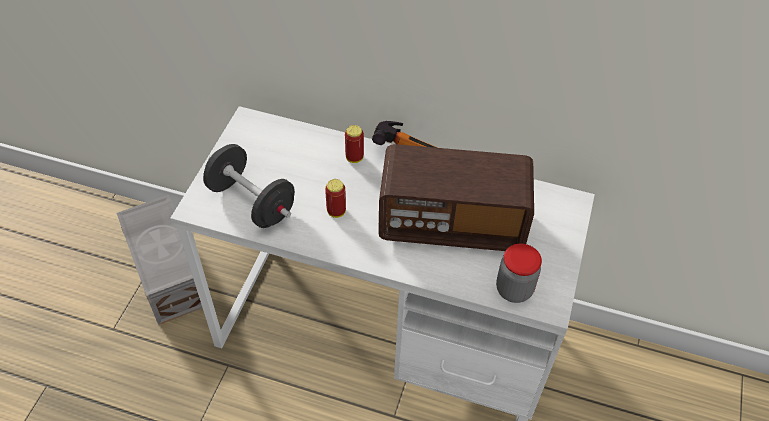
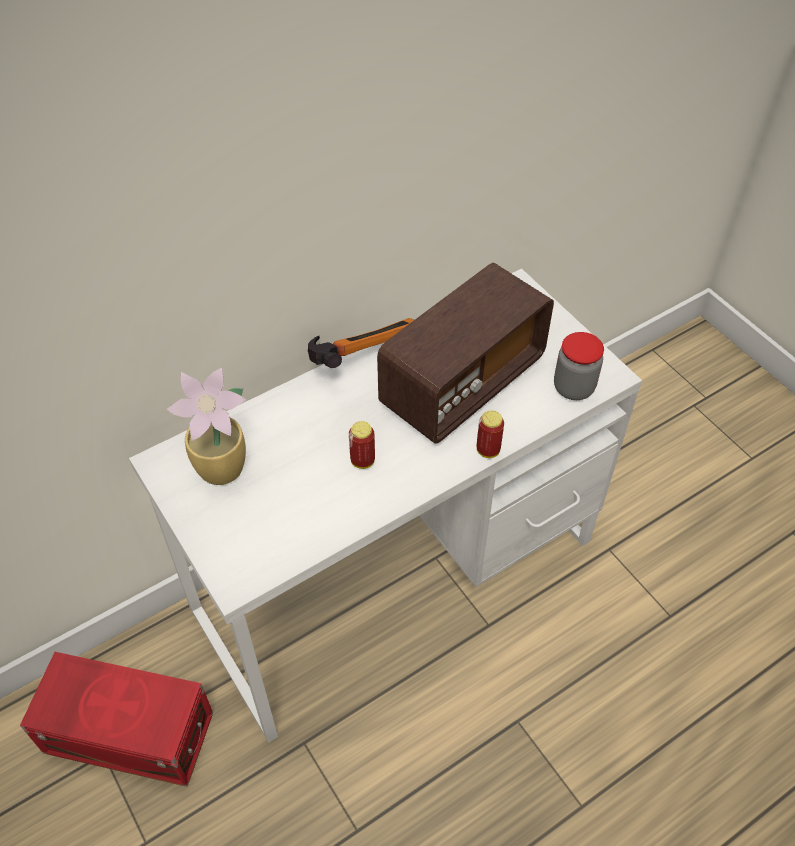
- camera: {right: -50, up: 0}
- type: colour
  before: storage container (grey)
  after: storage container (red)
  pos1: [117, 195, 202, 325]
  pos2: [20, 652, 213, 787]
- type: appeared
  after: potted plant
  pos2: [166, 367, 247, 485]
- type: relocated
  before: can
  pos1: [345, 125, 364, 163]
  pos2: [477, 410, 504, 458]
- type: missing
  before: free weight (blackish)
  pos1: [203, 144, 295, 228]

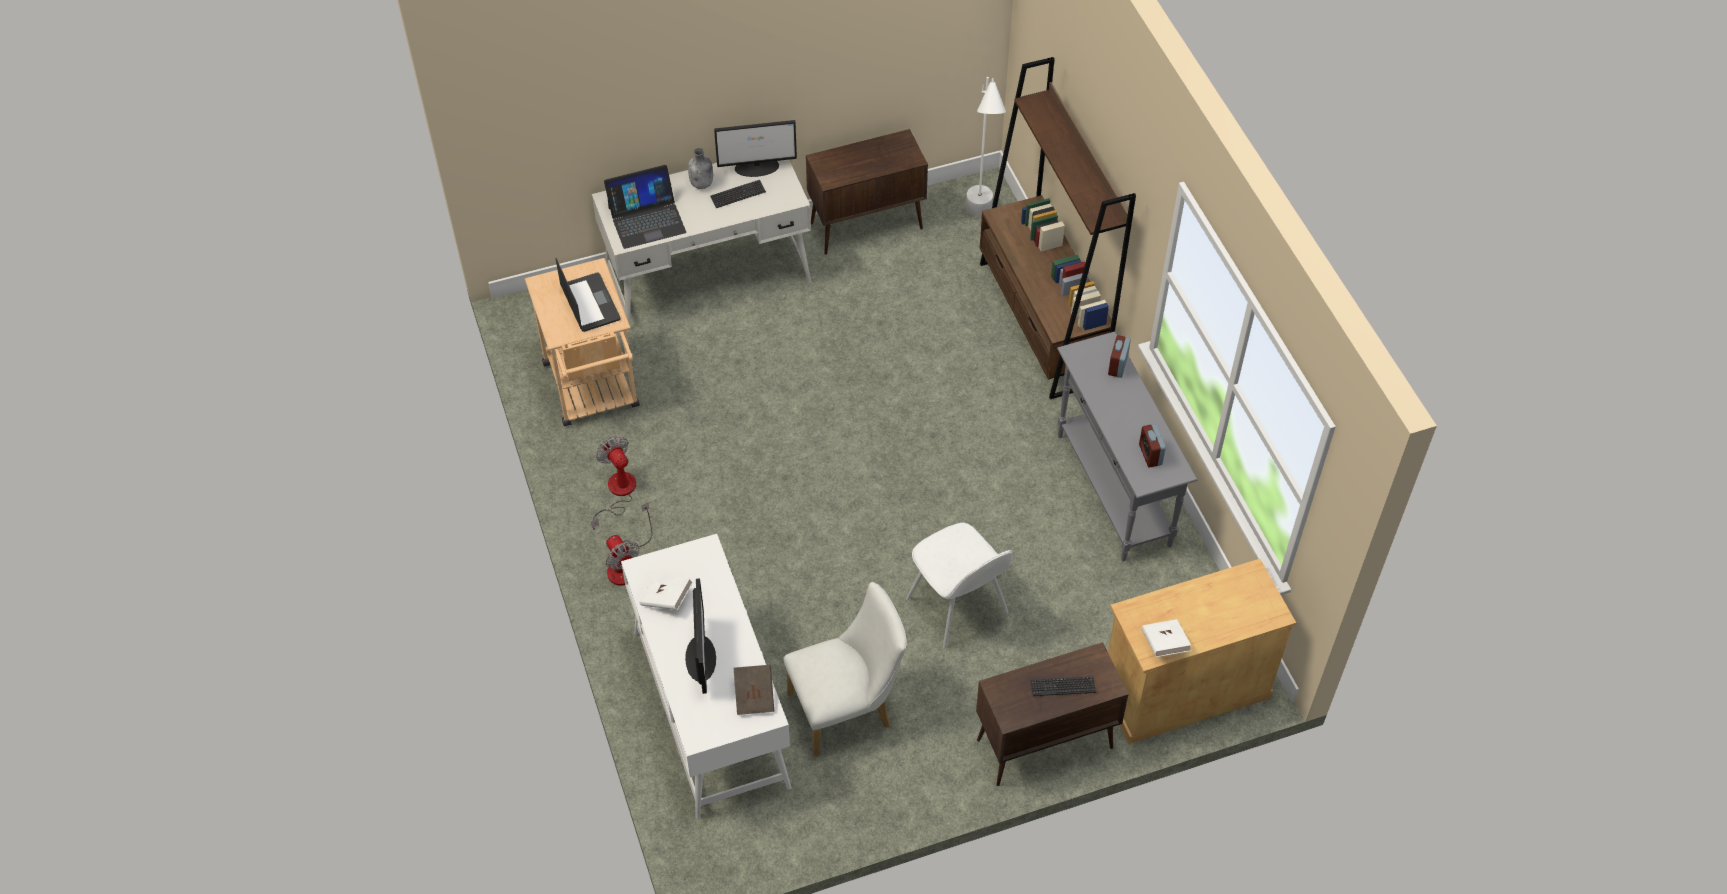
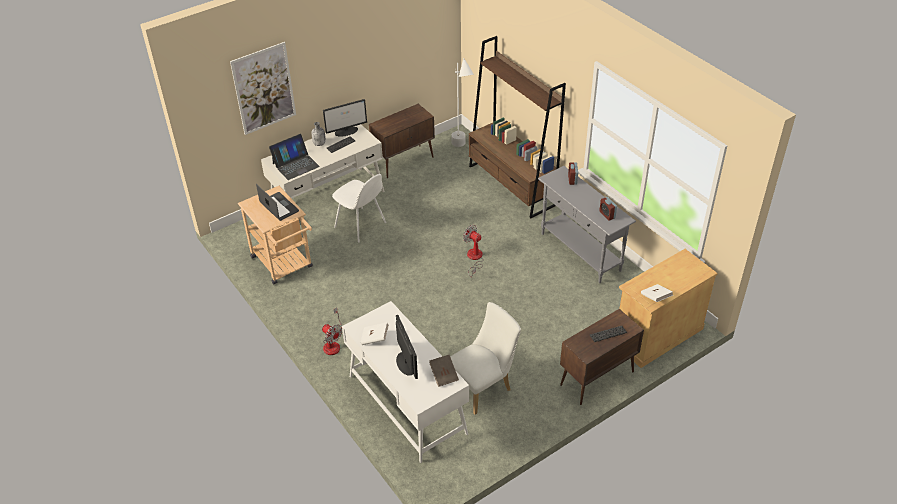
- camera: {right: -15, up: -10}
- type: appeared
  after: wall art
  pos2: [230, 42, 296, 135]
- type: relocated
  before: chair (white-coloured)
  pos1: [906, 523, 1013, 648]
  pos2: [332, 174, 386, 243]
- type: relocated
  before: cooling fan
  pos1: [591, 436, 636, 530]
  pos2: [463, 225, 484, 277]

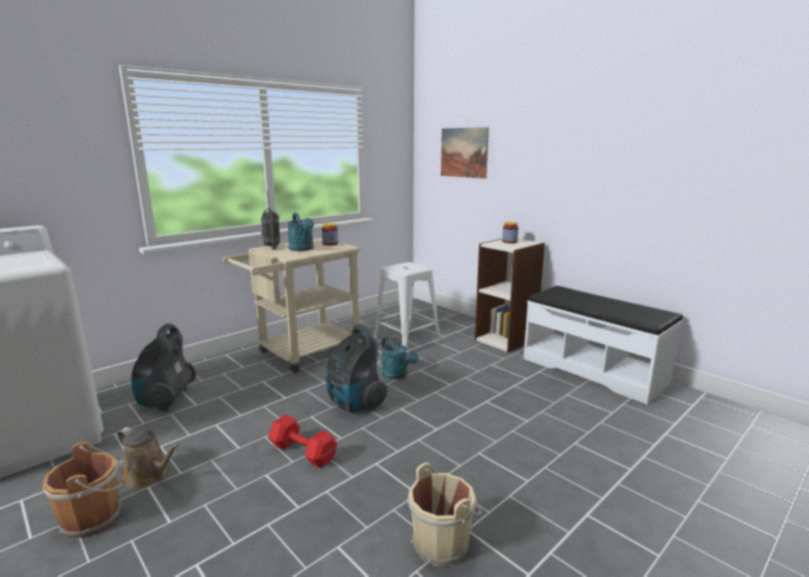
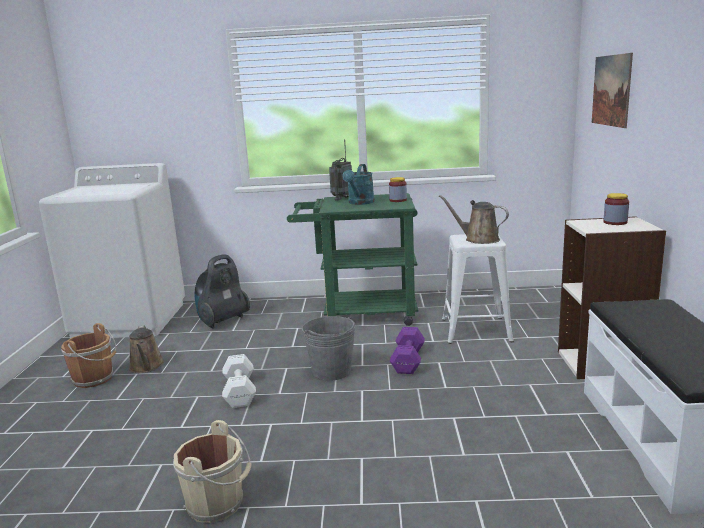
- camera: {right: 45, up: 0}
- type: colour
  before: free weight (red)
  after: free weight (white-coloured)
  pos1: [268, 415, 337, 468]
  pos2: [222, 354, 256, 408]
- type: colour
  before: wheeled cart (sand-coloured)
  after: wheeled cart (green)
  pos1: [223, 238, 361, 373]
  pos2: [287, 193, 418, 326]
- type: exchanged
  before: vacuum
  after: bucket (grey)
  pos1: [326, 325, 387, 413]
  pos2: [302, 316, 356, 381]
- type: exchanged
  before: watering can (turquoise-coloured)
  after: free weight (purplish)
  pos1: [382, 337, 419, 380]
  pos2: [390, 327, 425, 374]
- type: appeared
  after: watering can (brown-coloured)
  pos2: [439, 195, 509, 244]

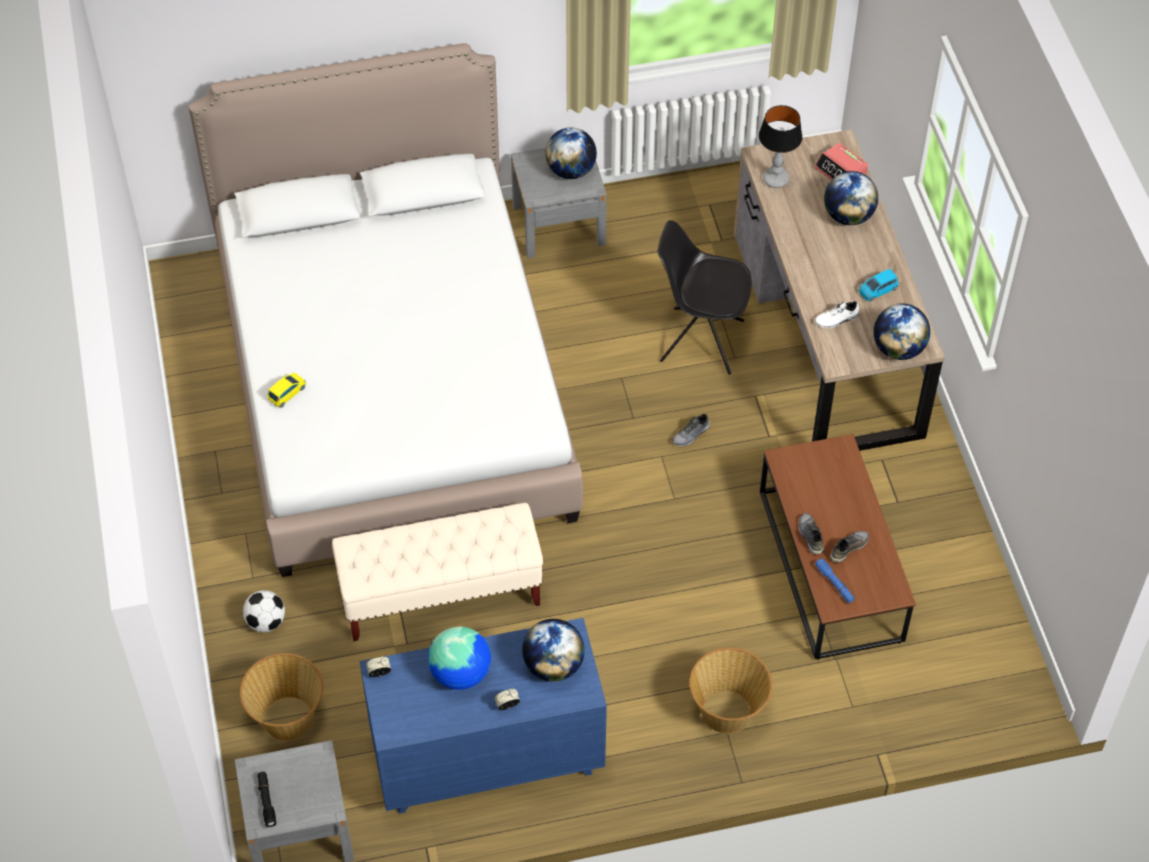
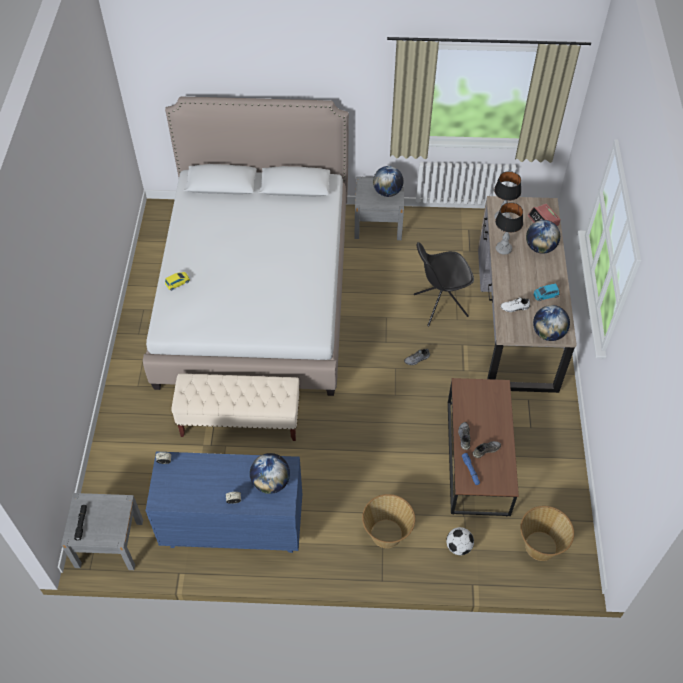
- camera: {right: 15, up: 0}
- type: spun
  before: chair (blackish)
  pos1: [657, 220, 751, 375]
  pos2: [414, 242, 474, 326]
  turn: -45
- type: relocated
  before: football ball
  pos1: [243, 590, 285, 632]
  pos2: [446, 527, 474, 555]
- type: appeared
  after: lamp for a table
  pos2: [495, 202, 523, 255]
- type: relocated
  before: storage basket
  pos1: [240, 653, 323, 741]
  pos2: [520, 506, 574, 561]
- type: missing
  before: world globe
  pos1: [428, 627, 491, 690]

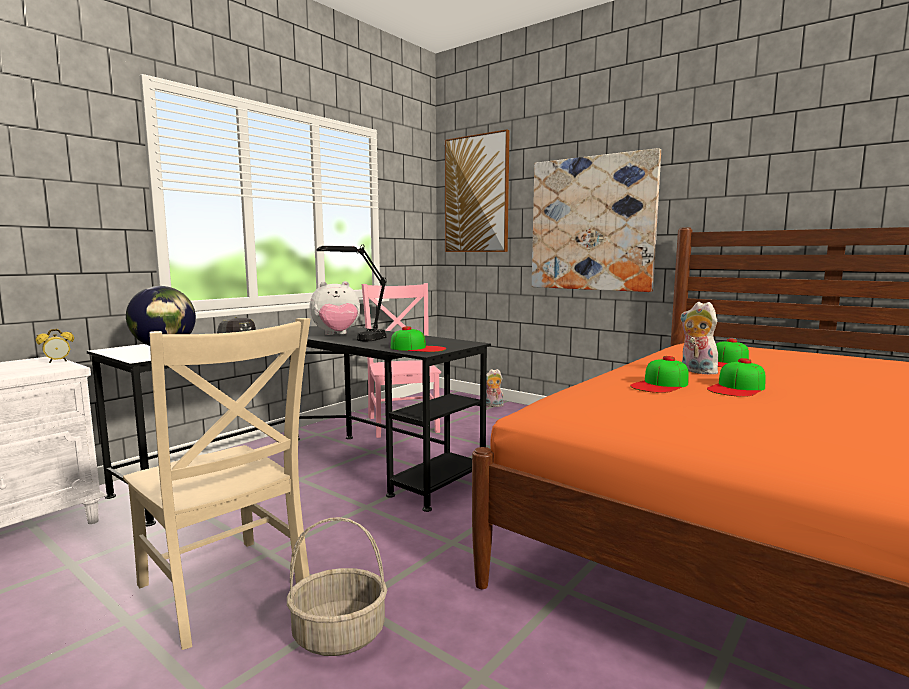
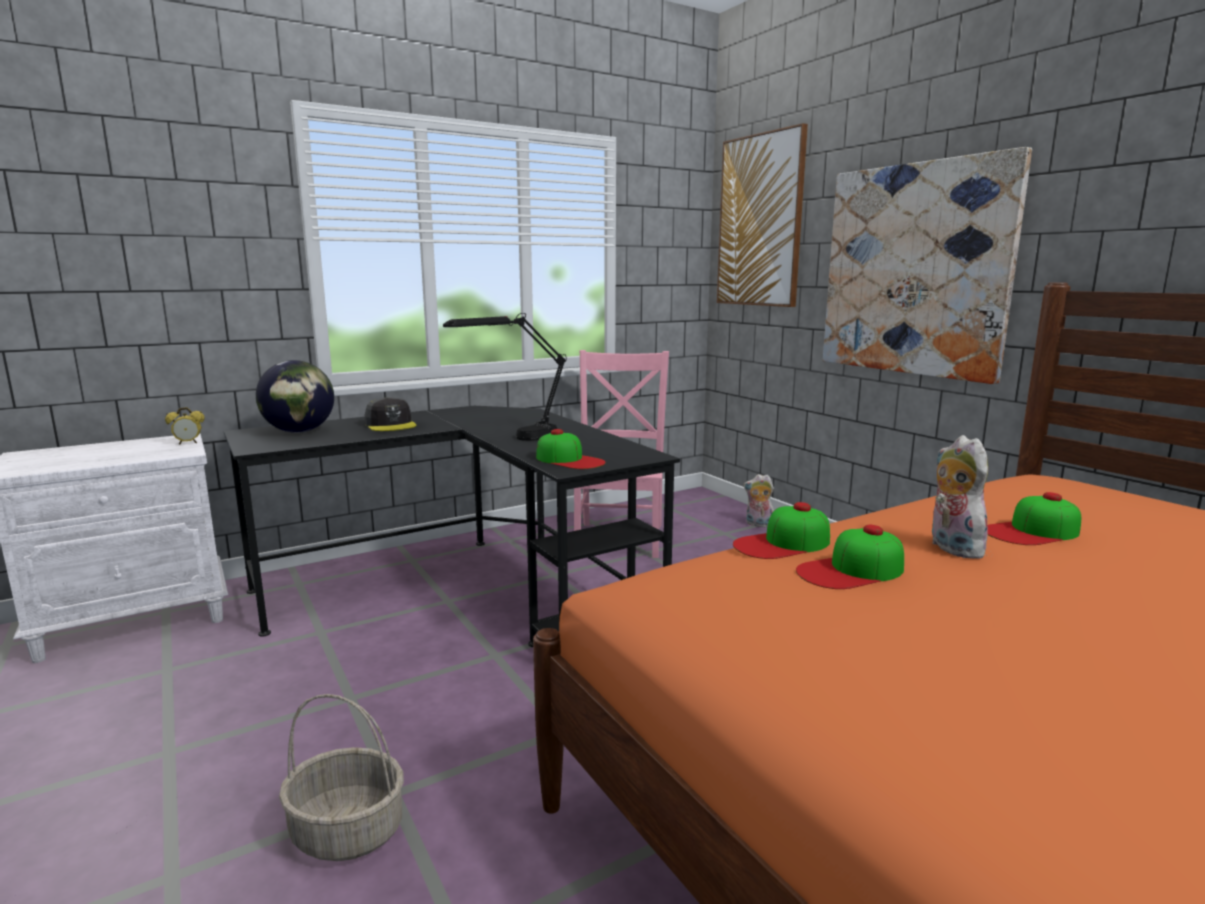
- camera: {right: 20, up: 5}
- type: relocated
  before: cap
  pos1: [707, 358, 765, 397]
  pos2: [733, 502, 830, 559]
- type: missing
  before: chair (sand-coloured)
  pos1: [123, 318, 310, 650]
- type: missing
  before: soft toy
  pos1: [310, 281, 360, 335]

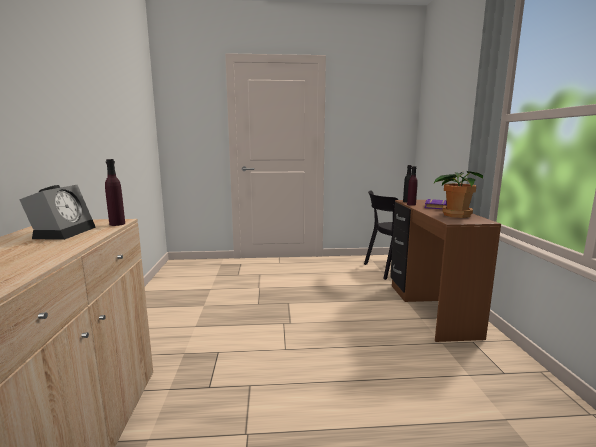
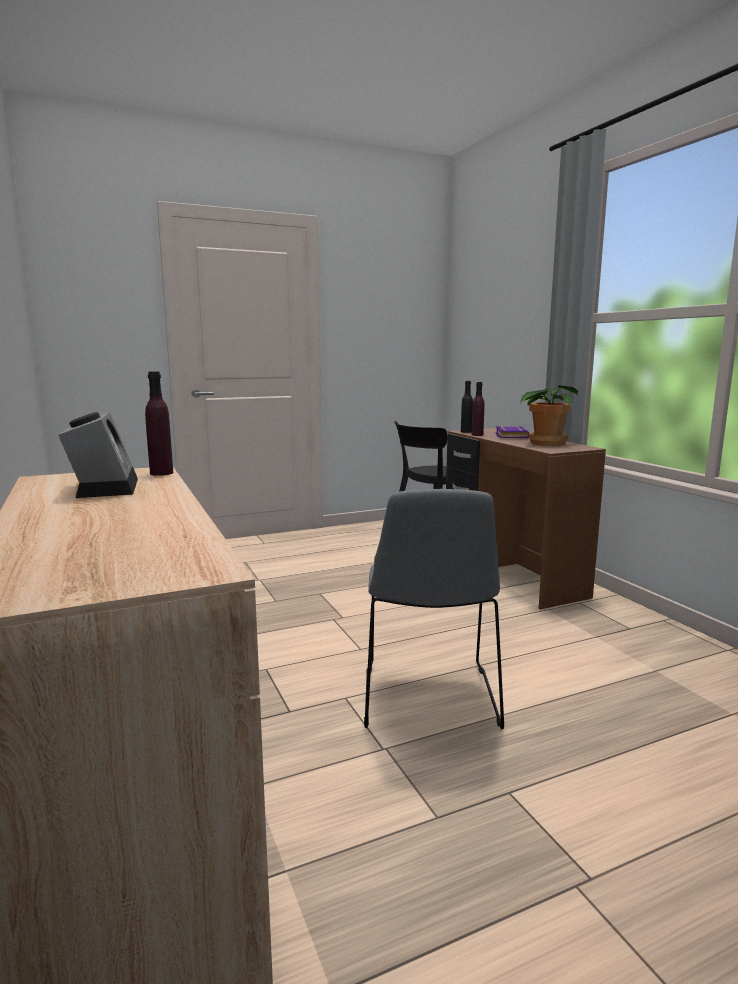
- camera: {right: -20, up: 0}
- type: appeared
  after: chair (grey)
  pos2: [364, 489, 504, 729]

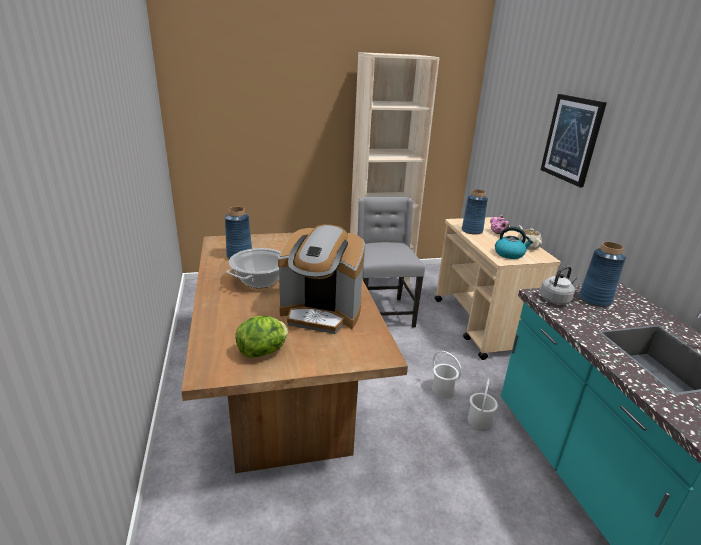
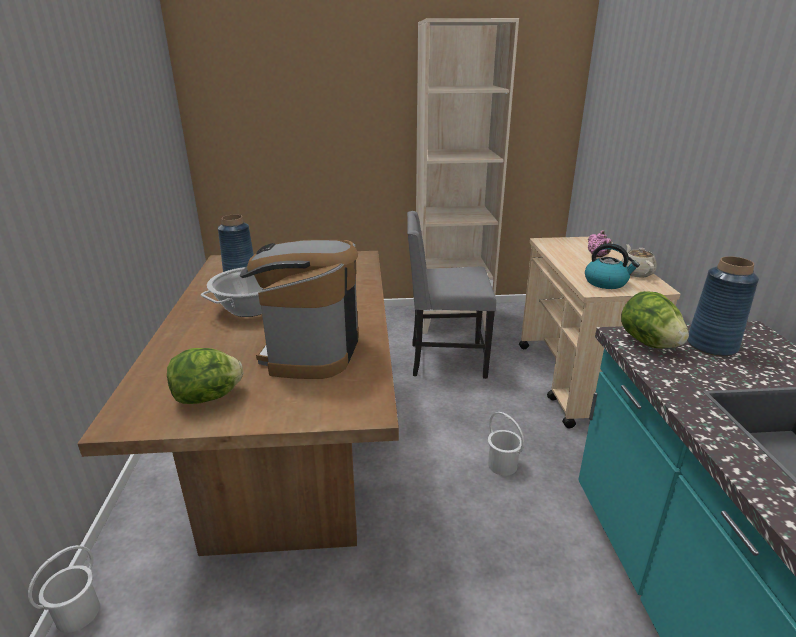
- camera: {right: 10, up: 0}
- type: relocated
  before: bucket (white-coloured)
  pos1: [468, 379, 498, 430]
  pos2: [28, 545, 100, 633]
- type: spun
  before: coffee brewer
  pos1: [278, 224, 365, 334]
  pos2: [240, 239, 359, 379]
  turn: 75
- type: spun
  before: chair (grey)
  pos1: [358, 197, 425, 328]
  pos2: [407, 211, 496, 379]
  turn: -90
- type: exchanged
  before: kettle (grey)
  after: lettuce head
  pos1: [540, 266, 577, 305]
  pos2: [621, 291, 689, 348]
- type: missing
  before: vase (blue)
  pos1: [462, 189, 488, 235]
- type: missing
  before: wall art
  pos1: [541, 94, 607, 187]

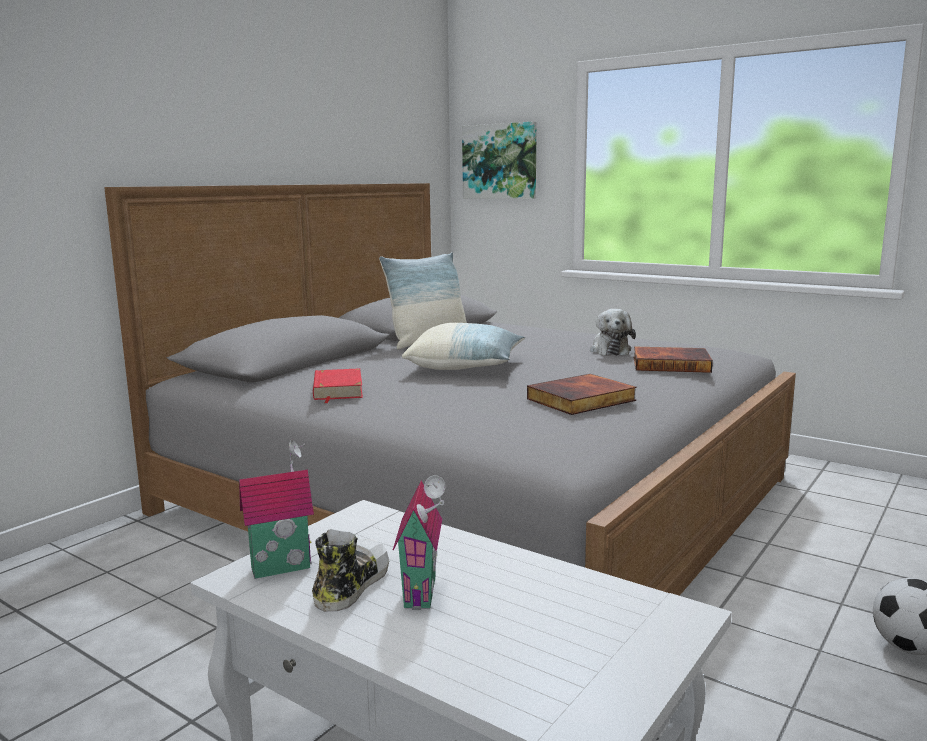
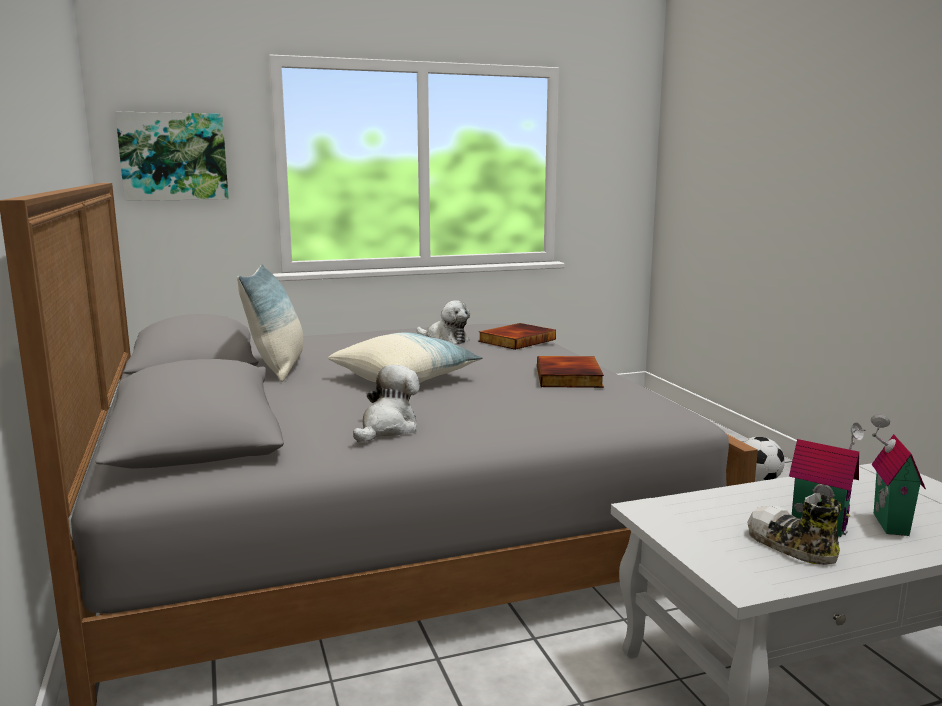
- camera: {right: -55, up: 0}
- type: exchanged
  before: bound book (red)
  after: soft toy
  pos1: [313, 368, 363, 403]
  pos2: [353, 365, 420, 442]
- type: relocated
  before: model house
  pos1: [239, 439, 314, 579]
  pos2: [871, 414, 926, 536]

